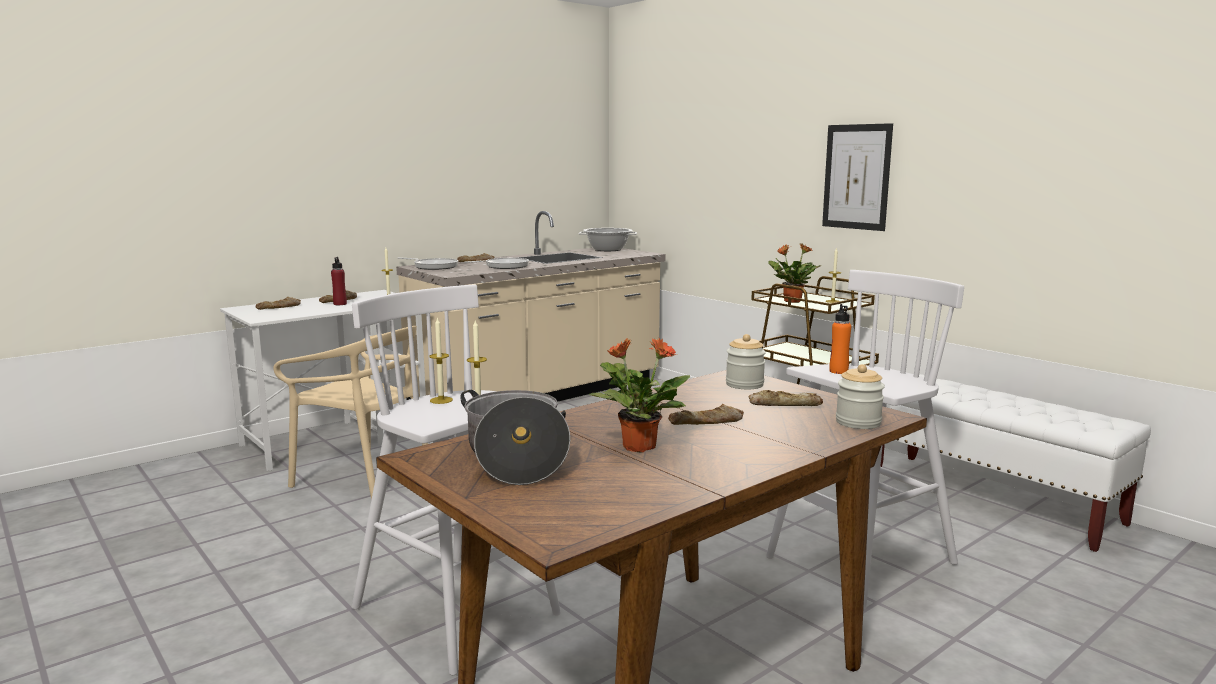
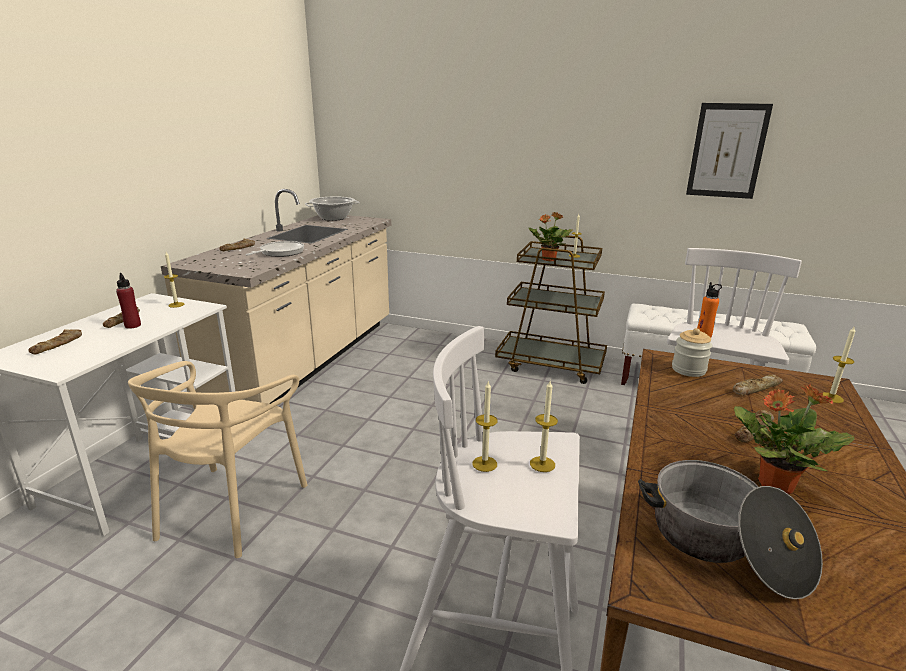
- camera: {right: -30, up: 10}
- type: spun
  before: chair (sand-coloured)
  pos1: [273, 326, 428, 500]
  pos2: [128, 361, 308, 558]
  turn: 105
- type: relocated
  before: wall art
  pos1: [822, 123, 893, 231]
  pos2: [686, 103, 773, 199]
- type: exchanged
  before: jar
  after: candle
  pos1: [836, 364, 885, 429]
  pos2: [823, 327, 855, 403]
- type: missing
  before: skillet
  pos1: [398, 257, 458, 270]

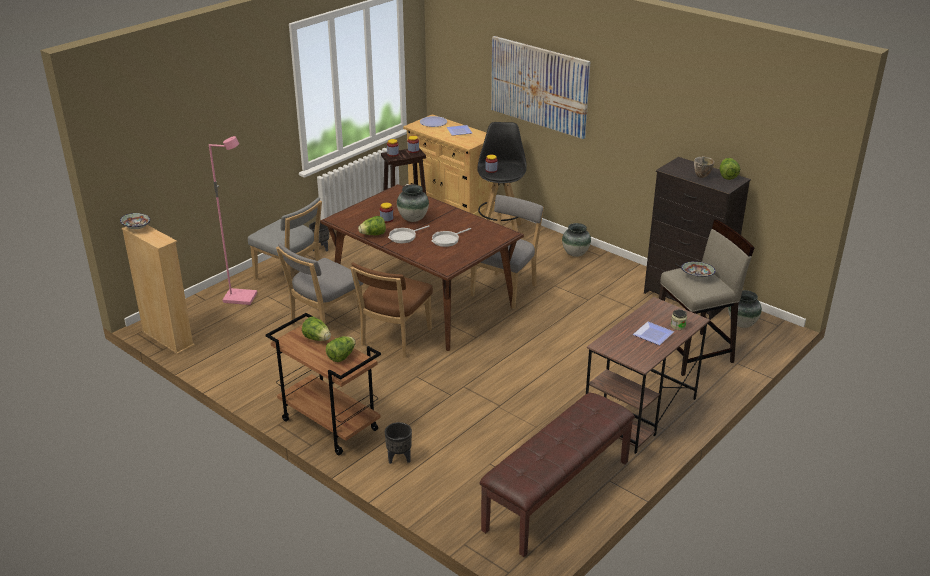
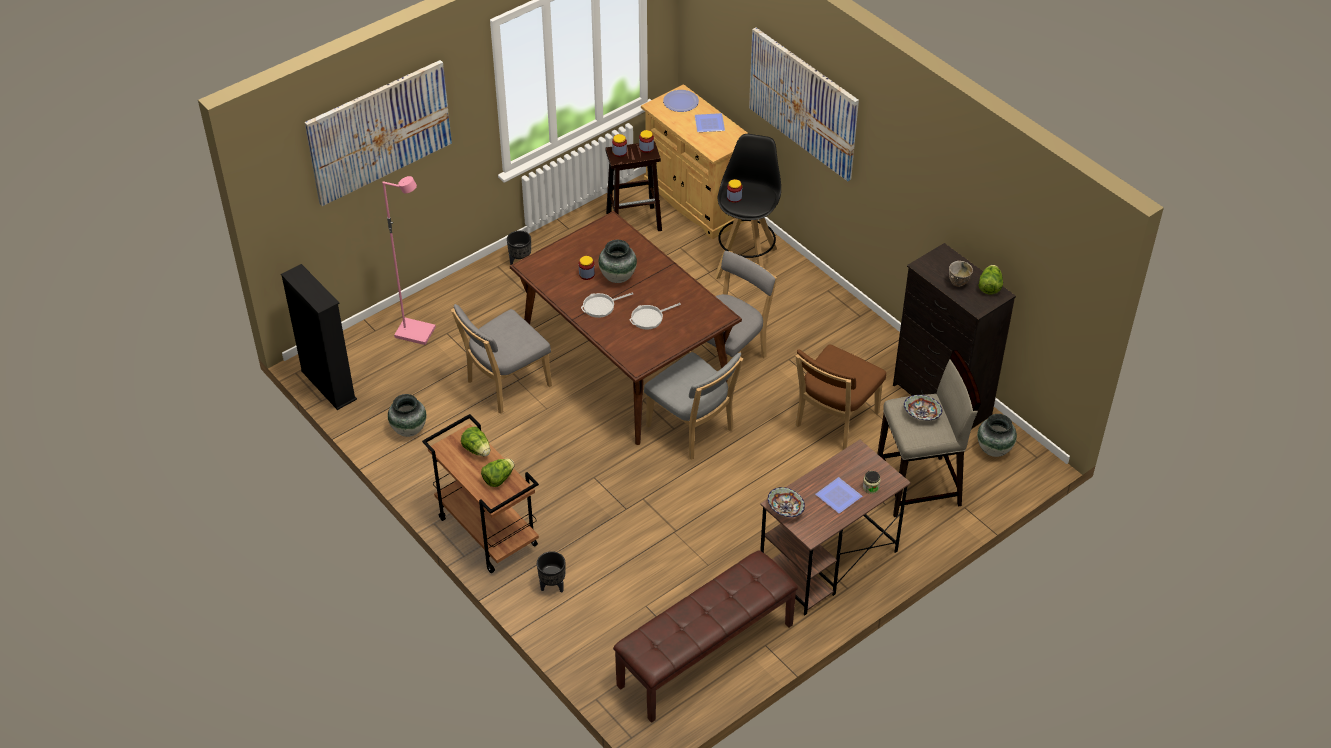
- camera: {right: 10, up: 15}
- type: colour
  before: shelving unit (sand-coloured)
  after: shelving unit (blackish)
  pos1: [122, 225, 195, 354]
  pos2: [281, 264, 357, 410]
- type: appeared
  after: wall art
  pos2: [305, 60, 452, 206]
- type: relocated
  before: vase
  pos1: [562, 223, 591, 257]
  pos2: [388, 394, 426, 437]
- type: relocated
  before: chair (grey)
  pos1: [248, 197, 322, 292]
  pos2: [644, 352, 743, 460]
- type: relocated
  before: bowl
  pos1: [120, 213, 150, 229]
  pos2: [768, 487, 805, 517]
- type: relocated
  before: chair (brown-coloured)
  pos1: [350, 263, 433, 357]
  pos2: [795, 344, 886, 450]
- type: missing
  before: lettuce head
  pos1: [358, 216, 386, 235]

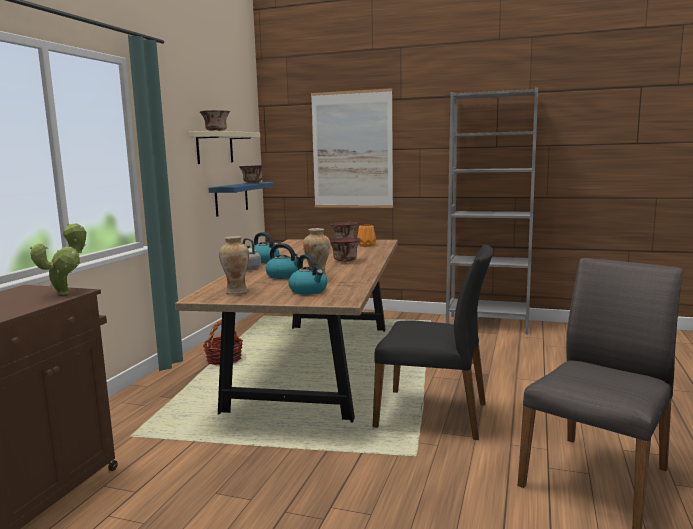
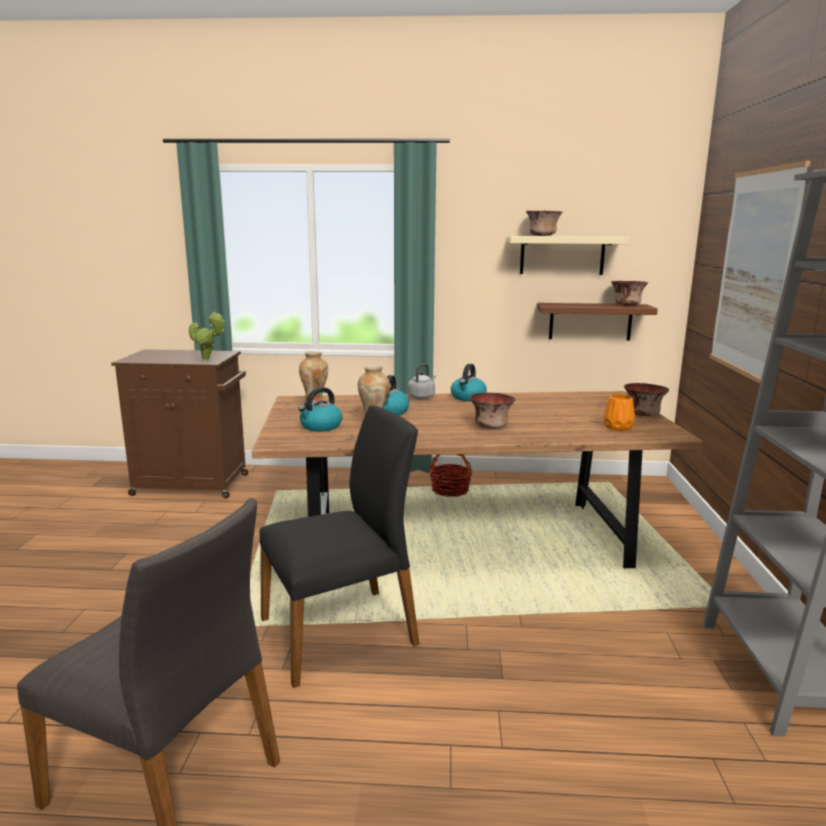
- camera: {right: 75, up: 5}
- type: spun
  before: chair (blackish)
  pos1: [373, 245, 493, 440]
  pos2: [259, 405, 419, 688]
  turn: -120
- type: colour
  before: wall shelf (blue)
  after: wall shelf (brown-coloured)
  pos1: [209, 182, 274, 217]
  pos2: [537, 303, 658, 340]

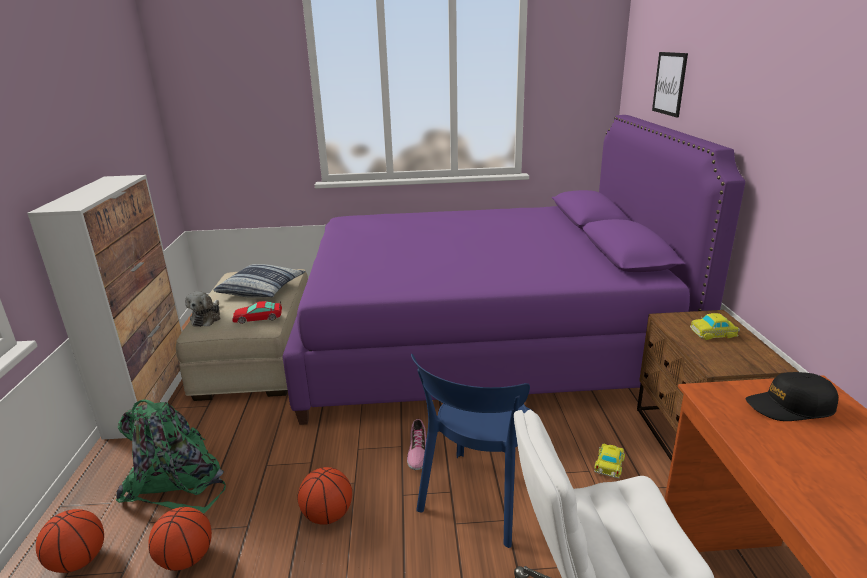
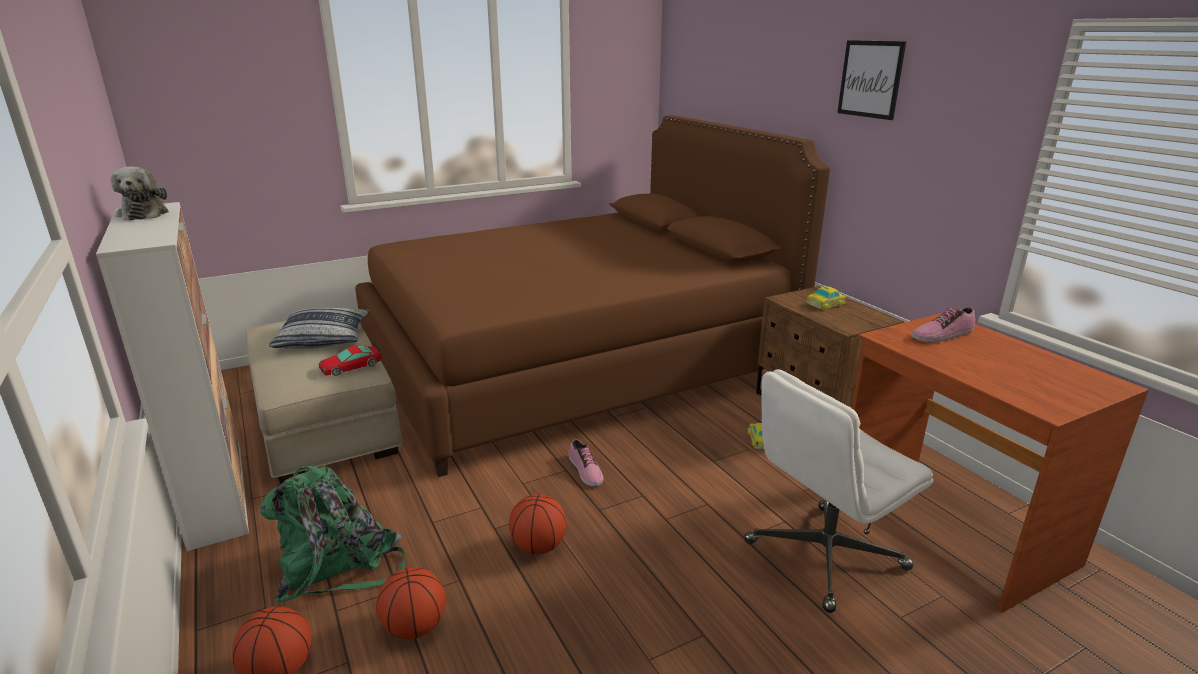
- camera: {right: -25, up: 0}
- type: relocated
  before: soft toy
  pos1: [185, 291, 221, 327]
  pos2: [110, 167, 169, 220]
- type: colour
  before: sleeping bed (purplish)
  after: sleeping bed (brown-coloured)
  pos1: [283, 115, 745, 425]
  pos2: [355, 115, 830, 477]
- type: relocated
  before: wall art
  pos1: [652, 52, 688, 118]
  pos2: [837, 40, 906, 120]
- type: exchanged
  before: cap (blackish)
  after: shoe
  pos1: [746, 372, 838, 421]
  pos2: [911, 307, 975, 343]
- type: missing
  before: chair (blue)
  pos1: [411, 354, 531, 548]

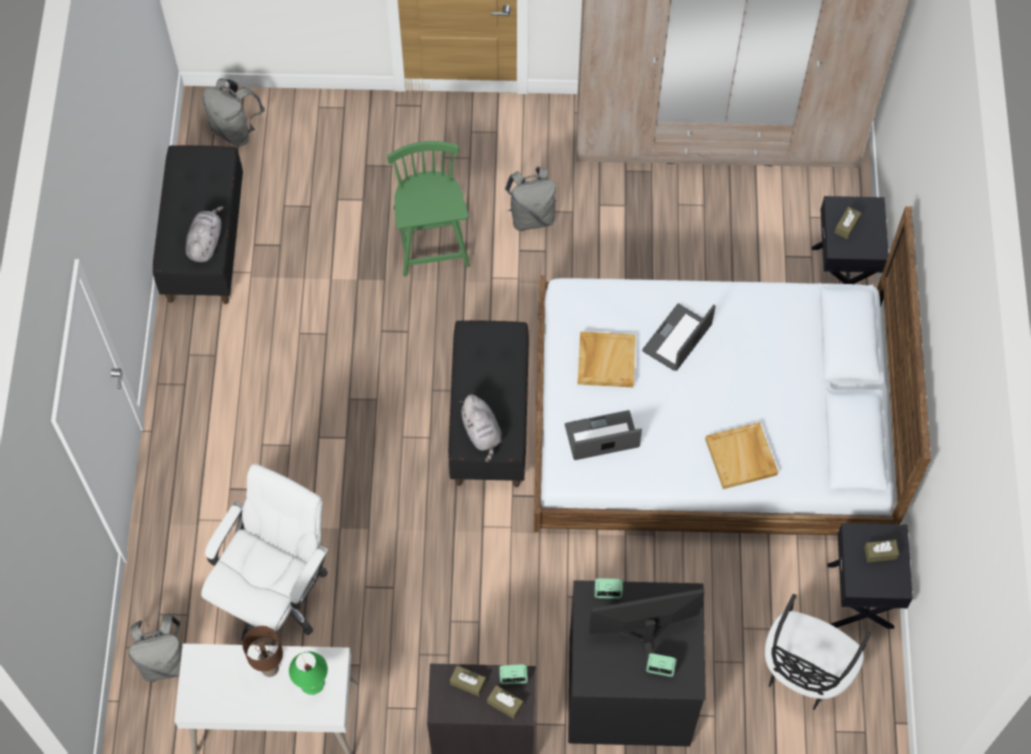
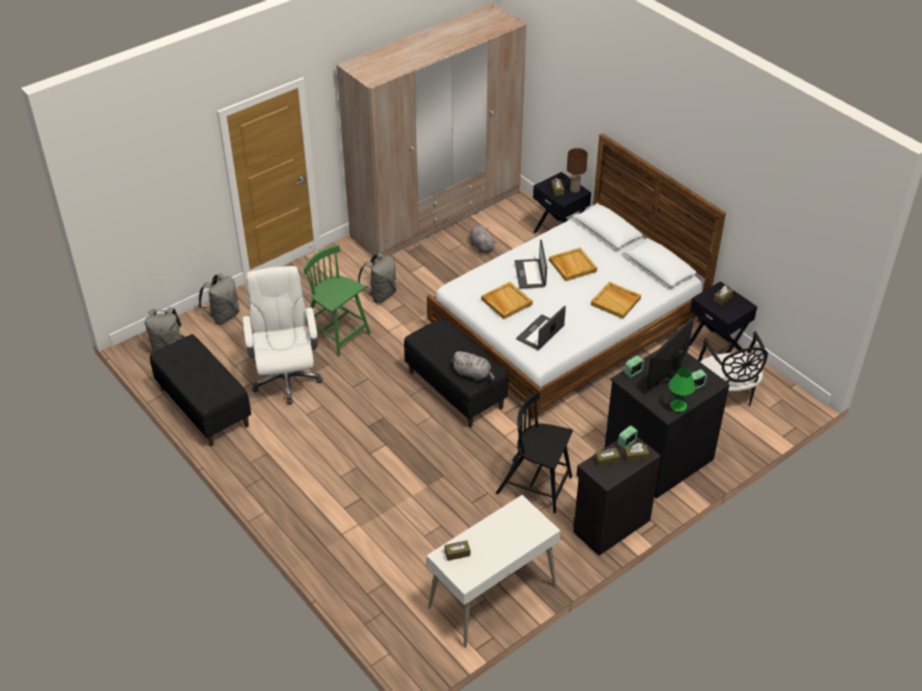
- camera: {right: -40, up: -20}
- type: relocated
  before: backpack (grey)
  pos1: [129, 615, 182, 682]
  pos2: [198, 273, 240, 325]
- type: relocated
  before: desk chair (white-coloured)
  pos1: [201, 464, 329, 641]
  pos2: [243, 266, 323, 404]
- type: appeared
  after: box of tissues (brown-coloured)
  pos2: [445, 540, 470, 561]
- type: relocated
  before: soft toy (grey)
  pos1: [186, 206, 224, 262]
  pos2: [469, 225, 496, 253]
- type: appeared
  after: chair (blackish)
  pos2: [496, 391, 573, 513]
- type: appeared
  after: serving tray (sand-coloured)
  pos2: [549, 248, 597, 281]
- type: relocated
  before: lamp for a table (brown-coloured)
  pos1: [242, 626, 283, 677]
  pos2: [567, 148, 588, 192]
- type: relocated
  before: lamp for a table (green)
  pos1: [289, 651, 328, 695]
  pos2: [669, 368, 696, 412]

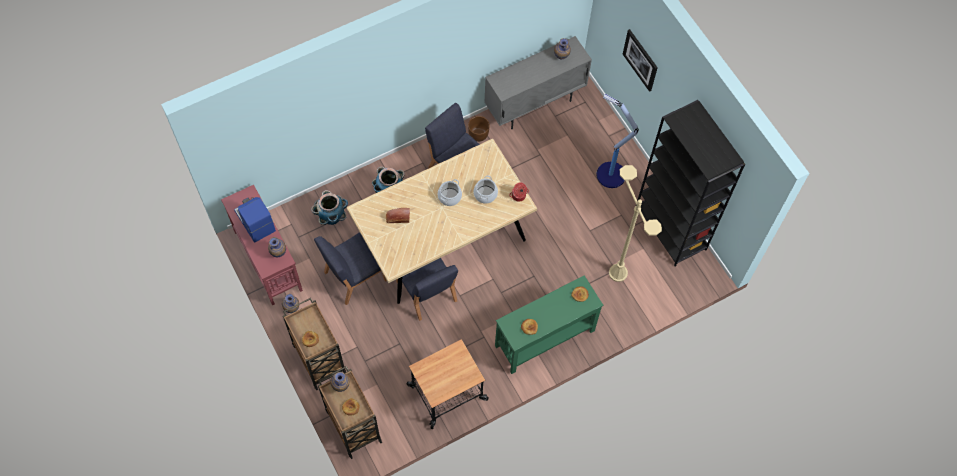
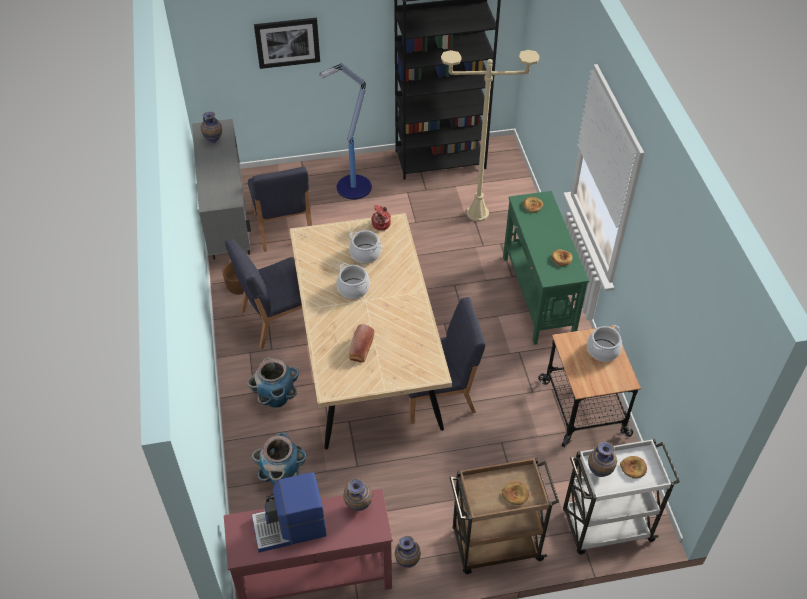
- camera: {right: -70, up: -15}
- type: relocated
  before: chair (blue)
  pos1: [314, 232, 387, 305]
  pos2: [248, 167, 312, 252]
- type: colour
  before: wheeled cart (brown-coloured)
  after: wheeled cart (white-coloured)
  pos1: [318, 366, 382, 459]
  pos2: [563, 439, 680, 555]
- type: appeared
  after: cooking pot
  pos2: [587, 325, 622, 362]

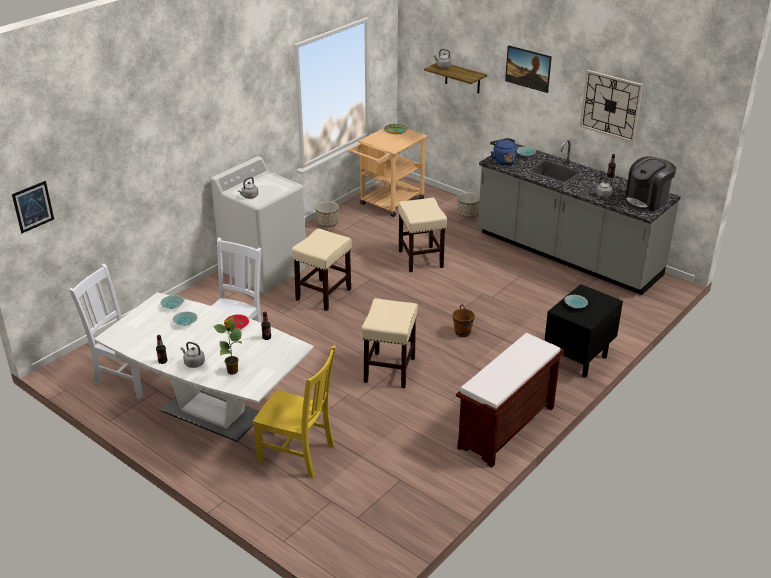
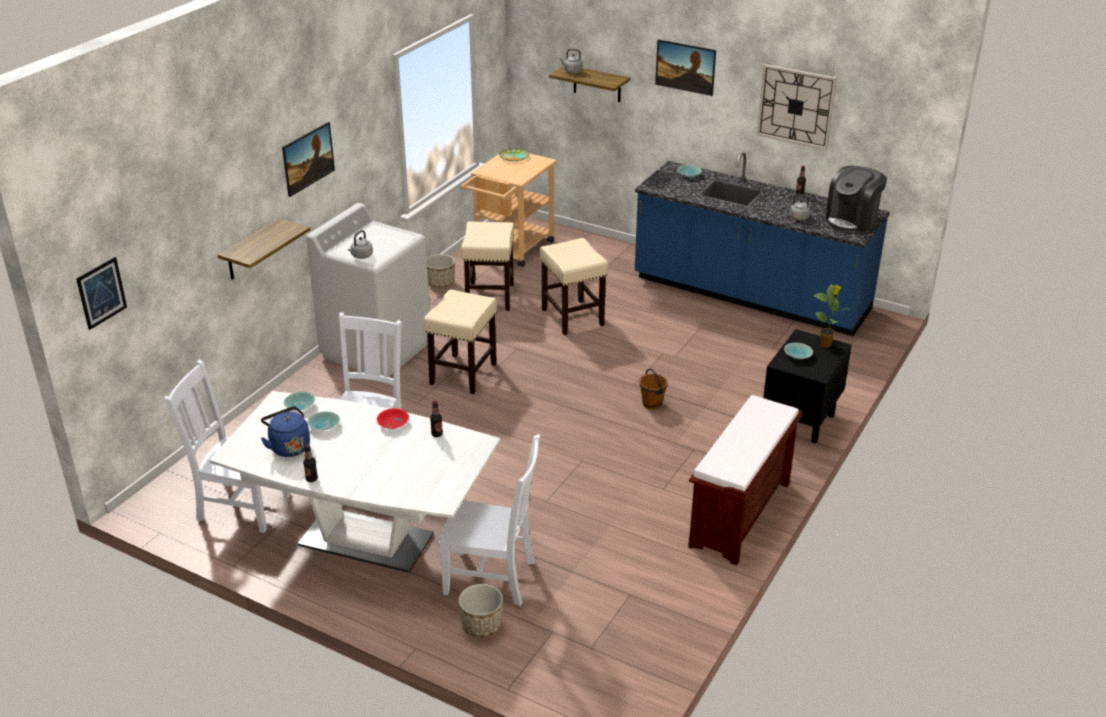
- camera: {right: -10, up: 0}
- type: appeared
  after: wall shelf
  pos2: [218, 218, 310, 280]
- type: relocated
  before: kettle (blue)
  pos1: [490, 138, 517, 165]
  pos2: [261, 406, 310, 457]
- type: appeared
  after: wall art
  pos2: [282, 122, 335, 197]
- type: colour
  before: chair (yellowish)
  after: chair (white-coloured)
  pos1: [253, 346, 336, 478]
  pos2: [439, 434, 540, 606]
- type: relocated
  before: flower pot
  pos1: [457, 192, 480, 218]
  pos2: [459, 584, 503, 637]
- type: relocated
  before: stool seat (sand-coloured)
  pos1: [362, 298, 418, 388]
  pos2: [461, 221, 514, 311]
- type: colour
  before: kitchen counter (grey)
  after: kitchen counter (blue)
  pos1: [478, 140, 681, 295]
  pos2: [635, 152, 890, 336]
- type: relocated
  before: potted plant
  pos1: [214, 316, 242, 375]
  pos2: [813, 284, 849, 348]
- type: missing
  before: kettle (grey)
  pos1: [181, 342, 205, 368]

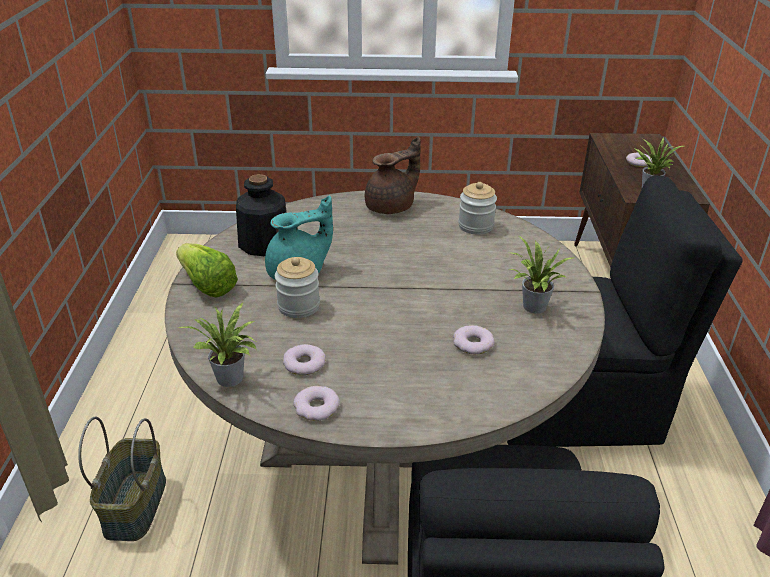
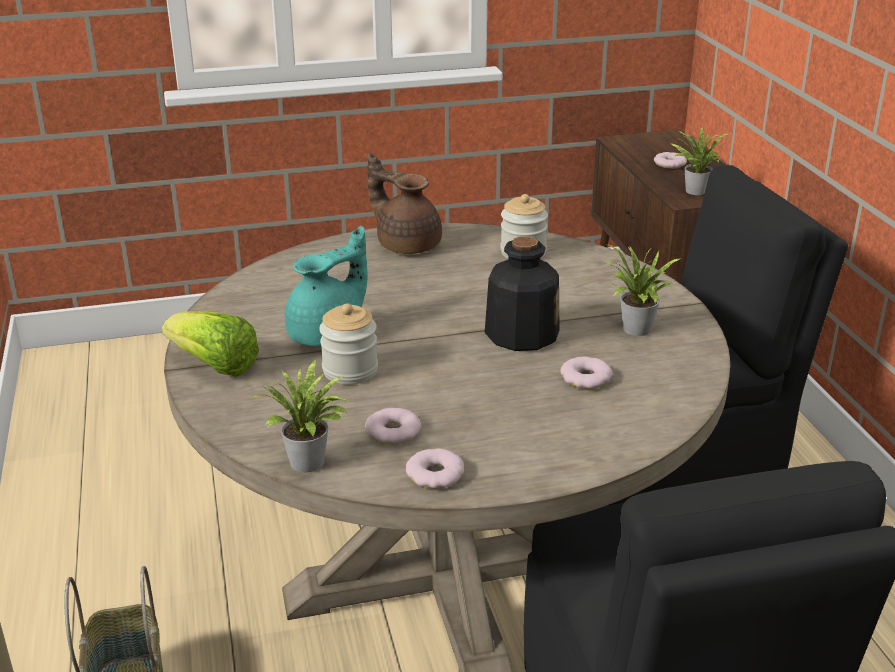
- camera: {right: -15, up: -5}
- type: spun
  before: pot for tea (brown-coloured)
  pos1: [365, 136, 421, 214]
  pos2: [368, 153, 442, 254]
  turn: -90
- type: relocated
  before: bottle
  pos1: [236, 174, 287, 256]
  pos2: [485, 236, 560, 351]

